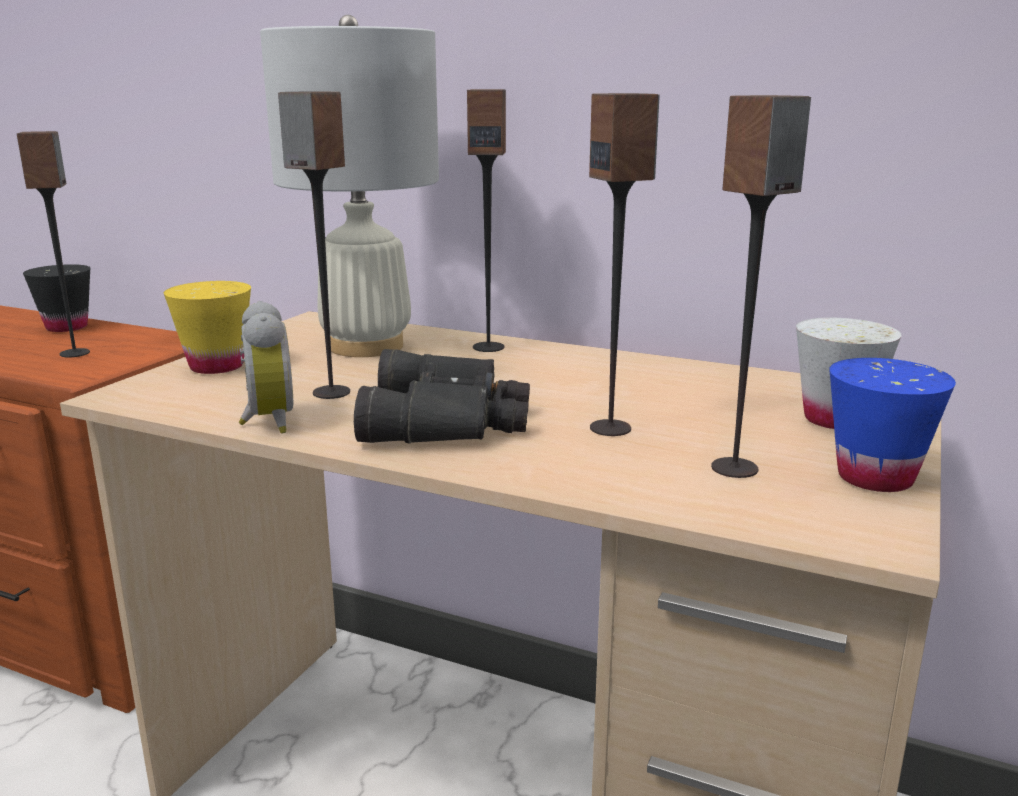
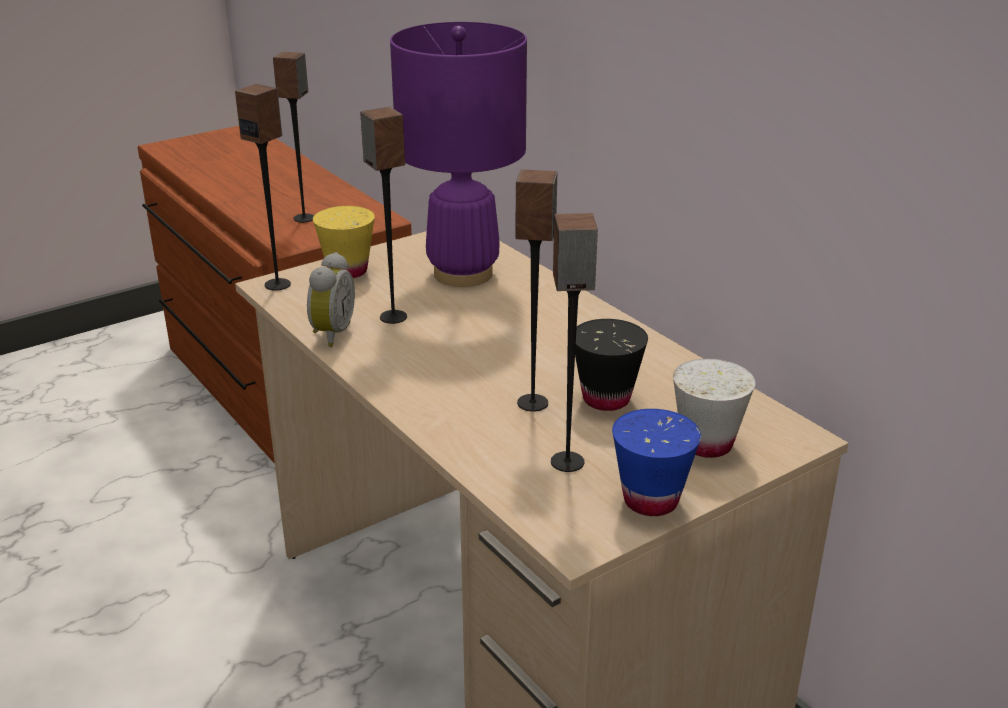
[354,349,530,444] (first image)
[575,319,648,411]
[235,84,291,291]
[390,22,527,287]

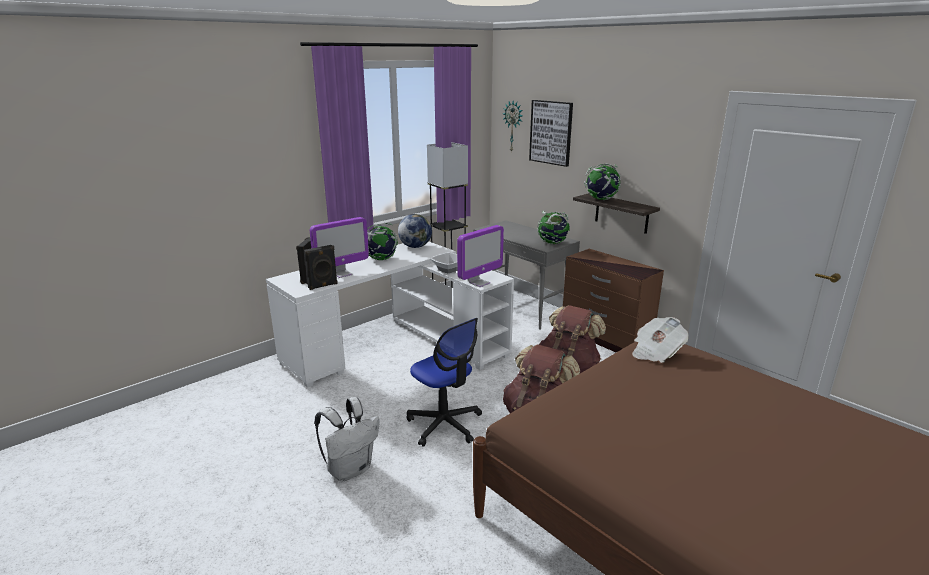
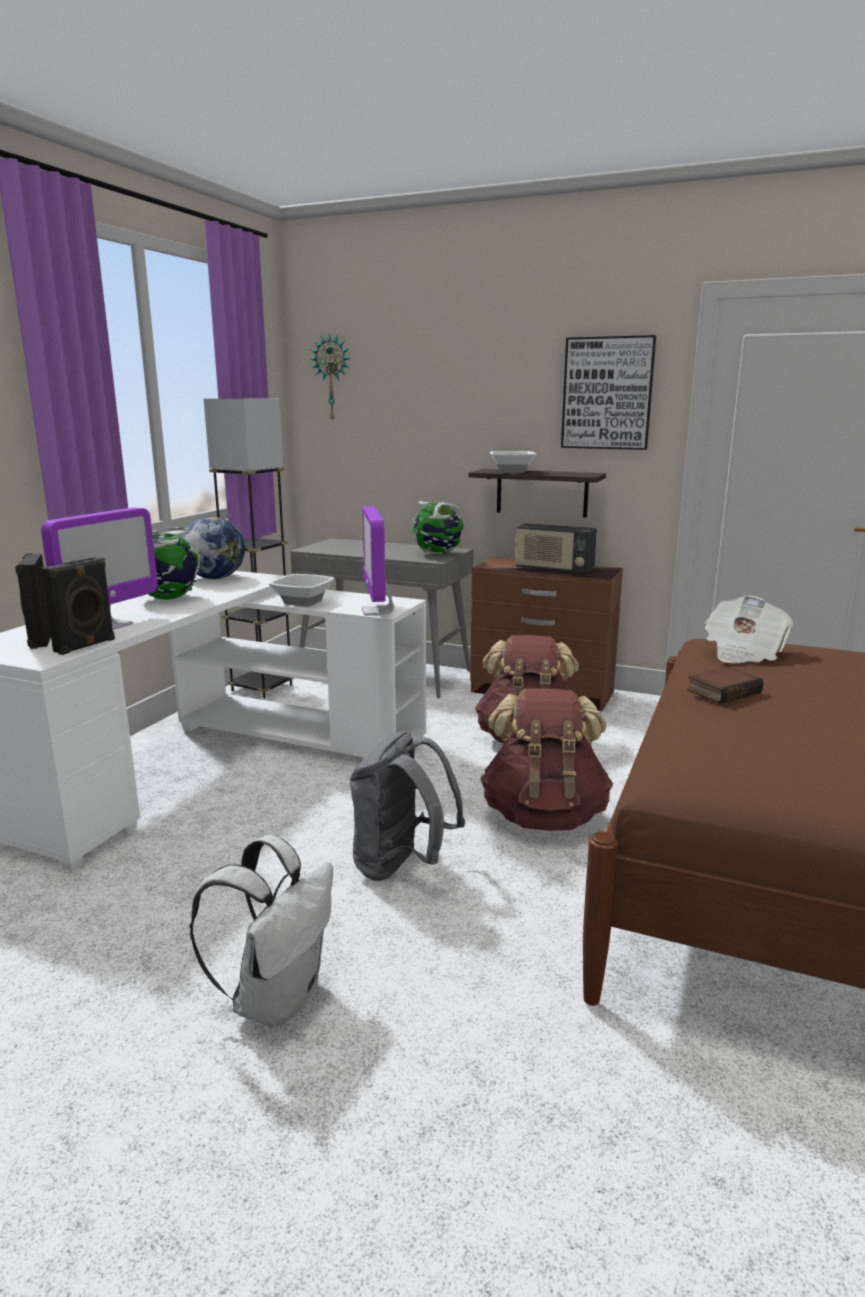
[515,523,597,574]
[687,667,763,704]
[561,335,656,450]
[350,731,465,881]
[490,451,536,473]
[362,506,394,615]

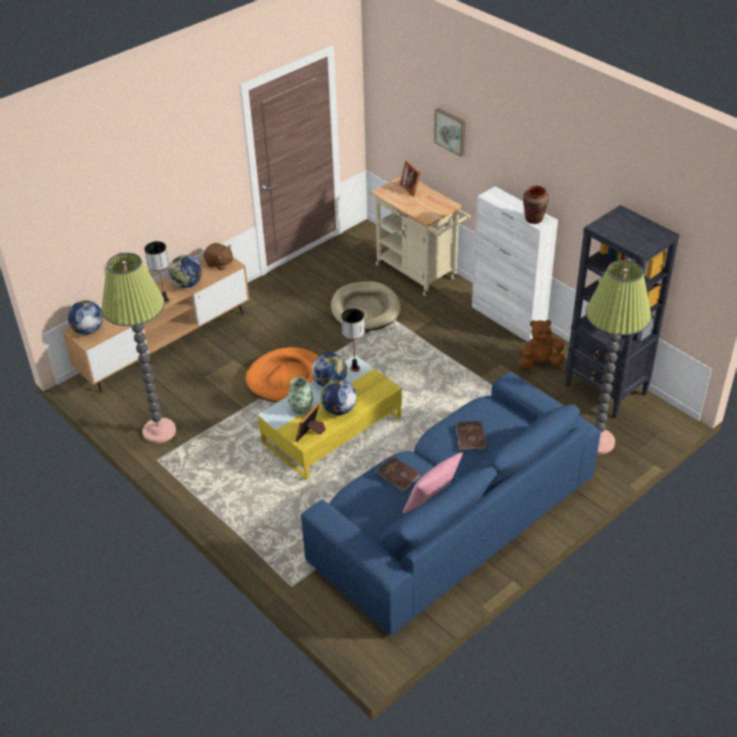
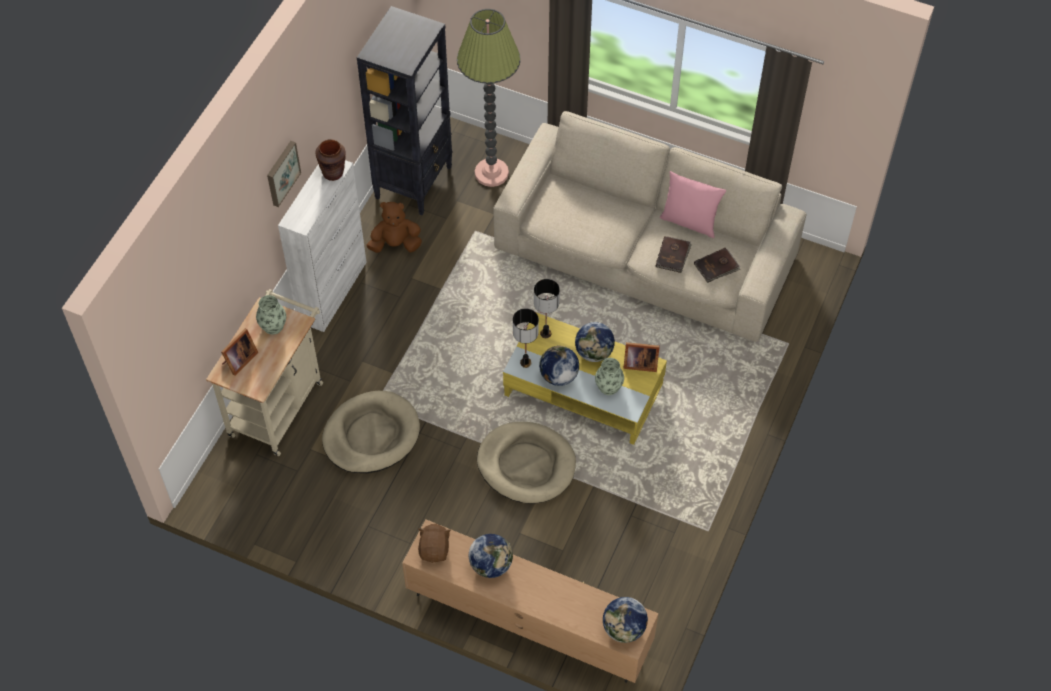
[101,253,176,443] (first image)
[256,295,286,335]
[534,279,560,338]
[267,141,301,207]
[694,248,740,283]
[477,422,576,503]
[493,111,807,342]
[367,202,422,253]

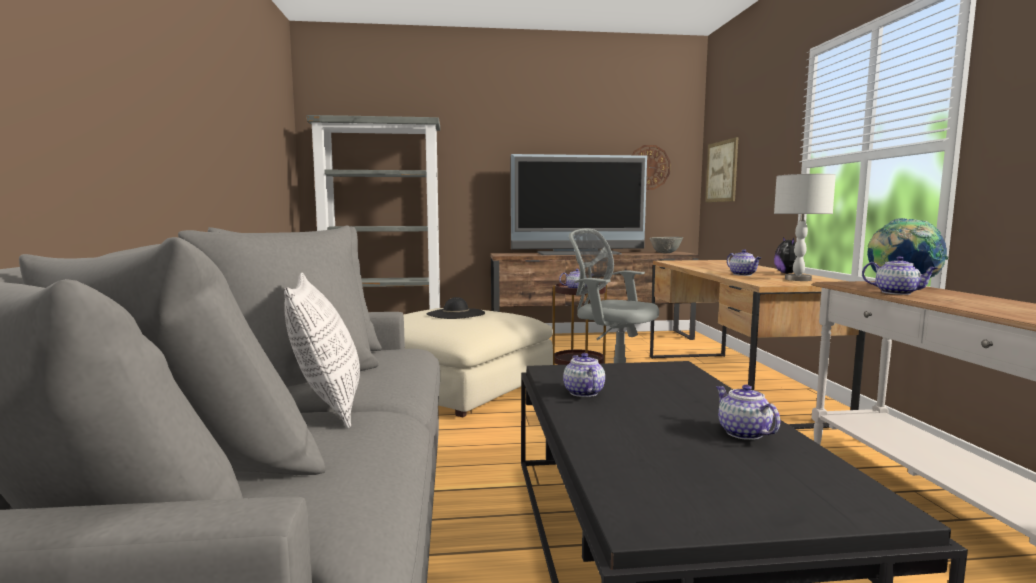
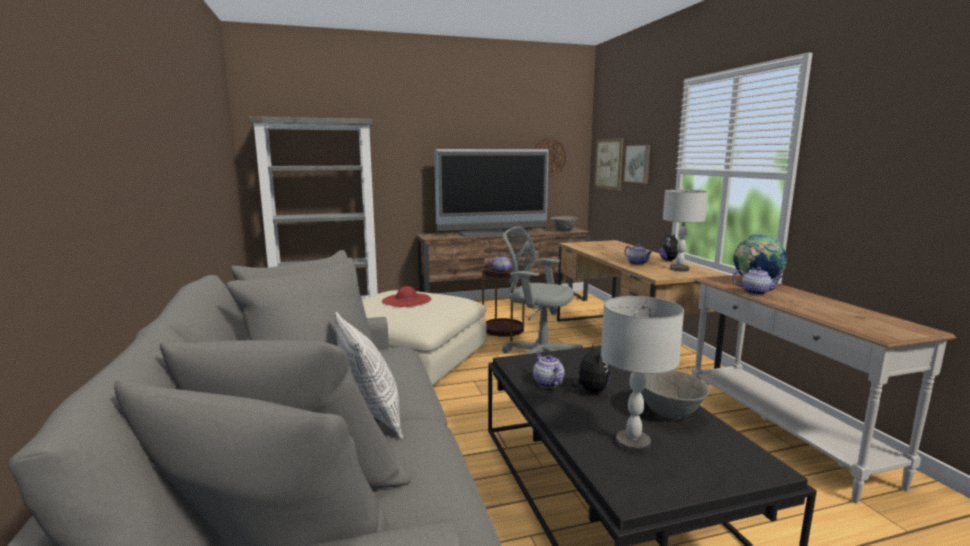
[571,345,610,393]
[601,296,684,453]
[623,144,651,184]
[641,370,709,419]
[382,286,431,307]

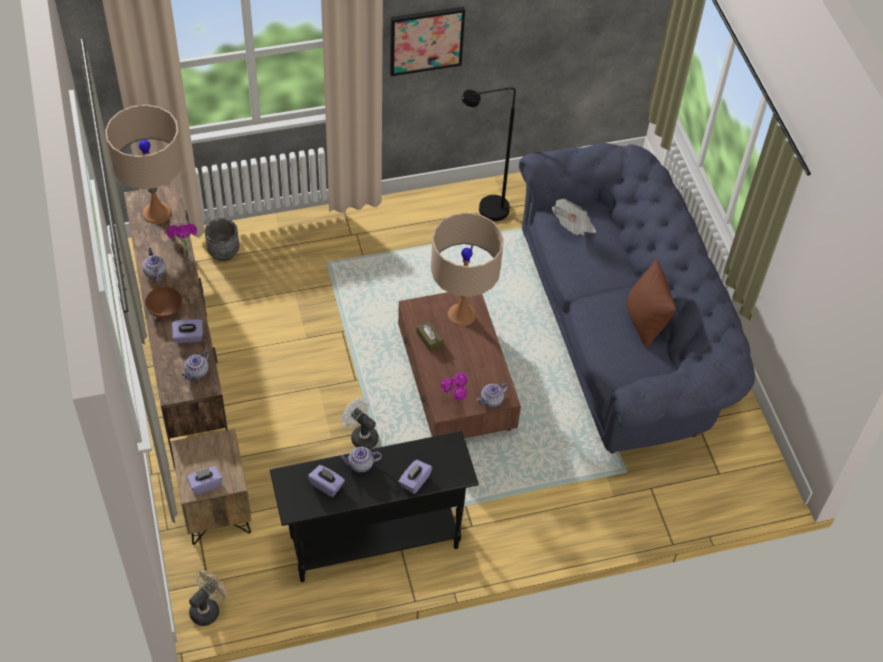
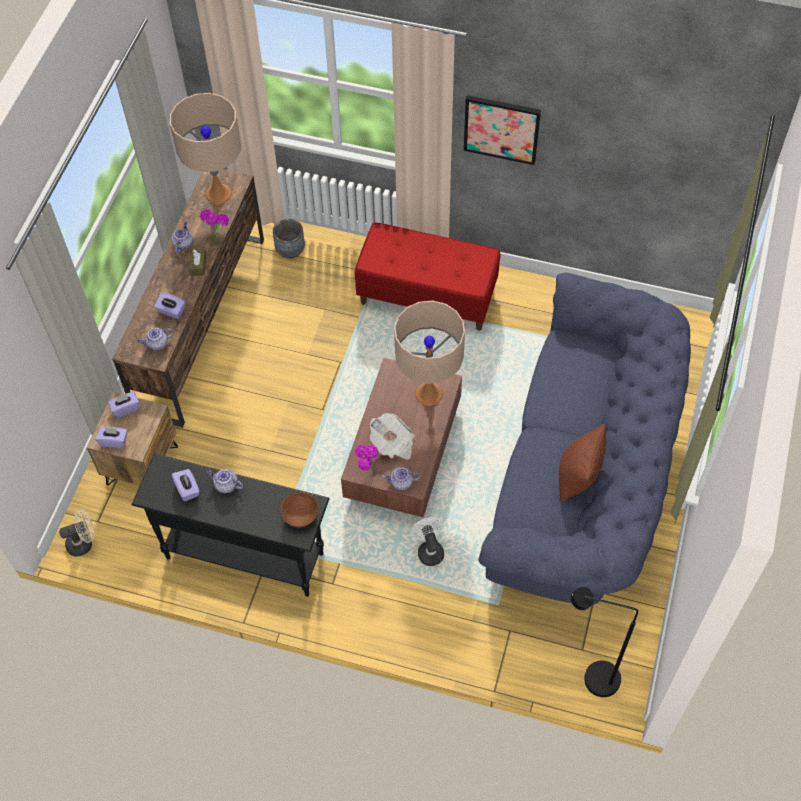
[355,223,500,330]
[281,492,319,528]
[410,517,444,566]
[108,392,139,418]
[189,248,207,276]
[571,587,638,697]
[370,413,414,460]

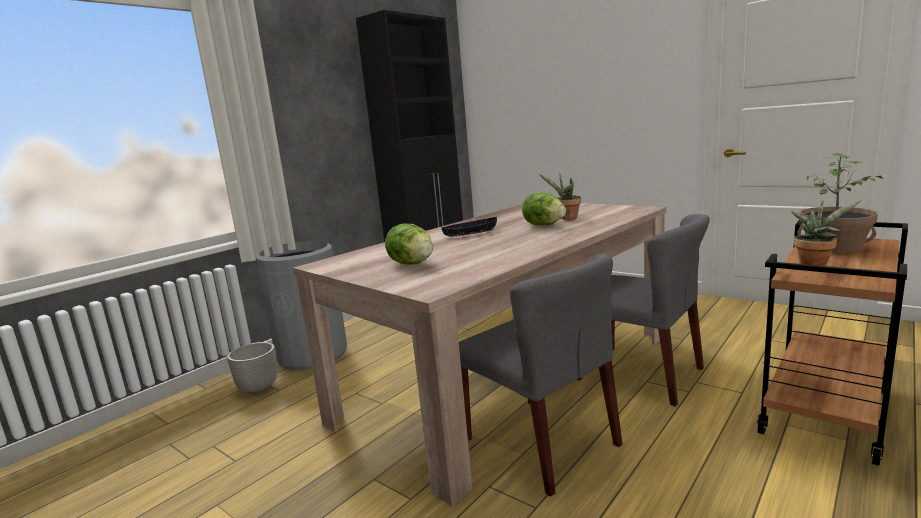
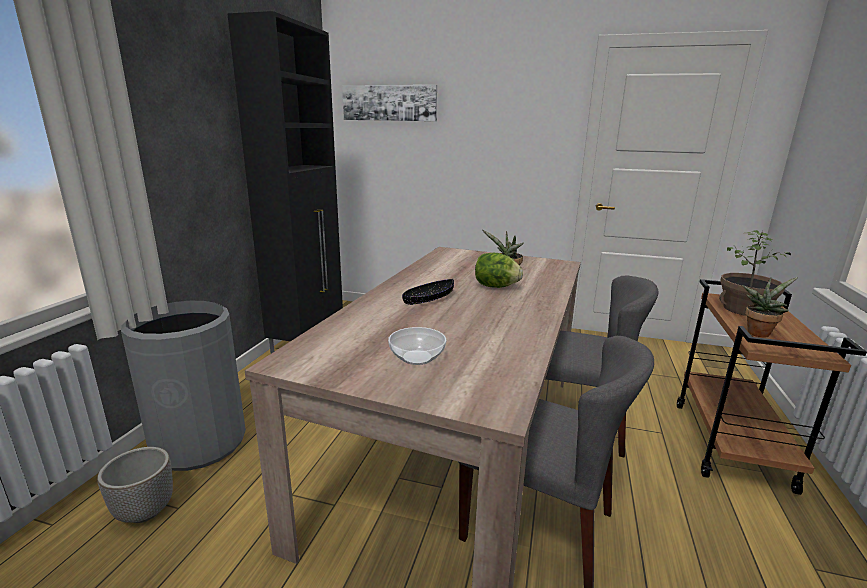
[342,85,437,121]
[388,327,446,365]

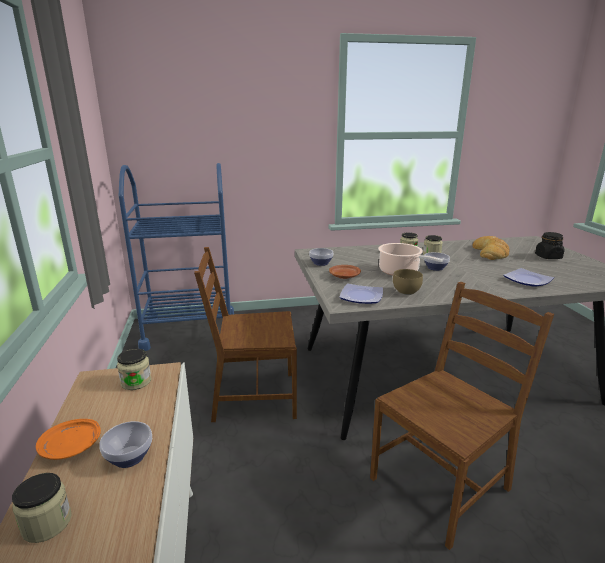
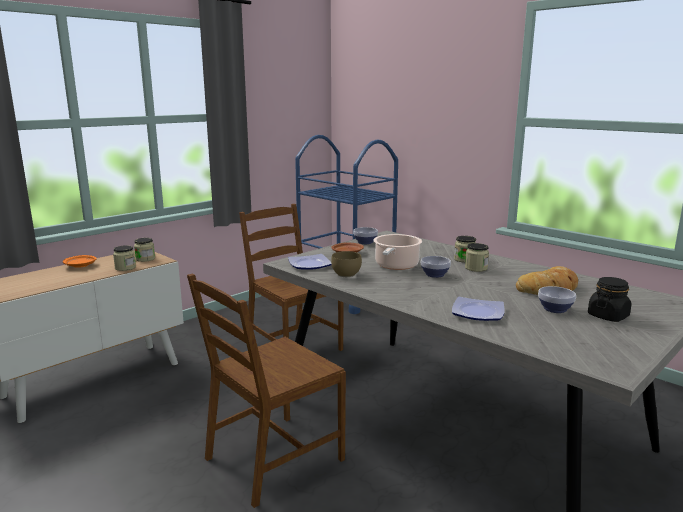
[113,245,136,271]
[538,286,576,313]
[187,274,346,508]

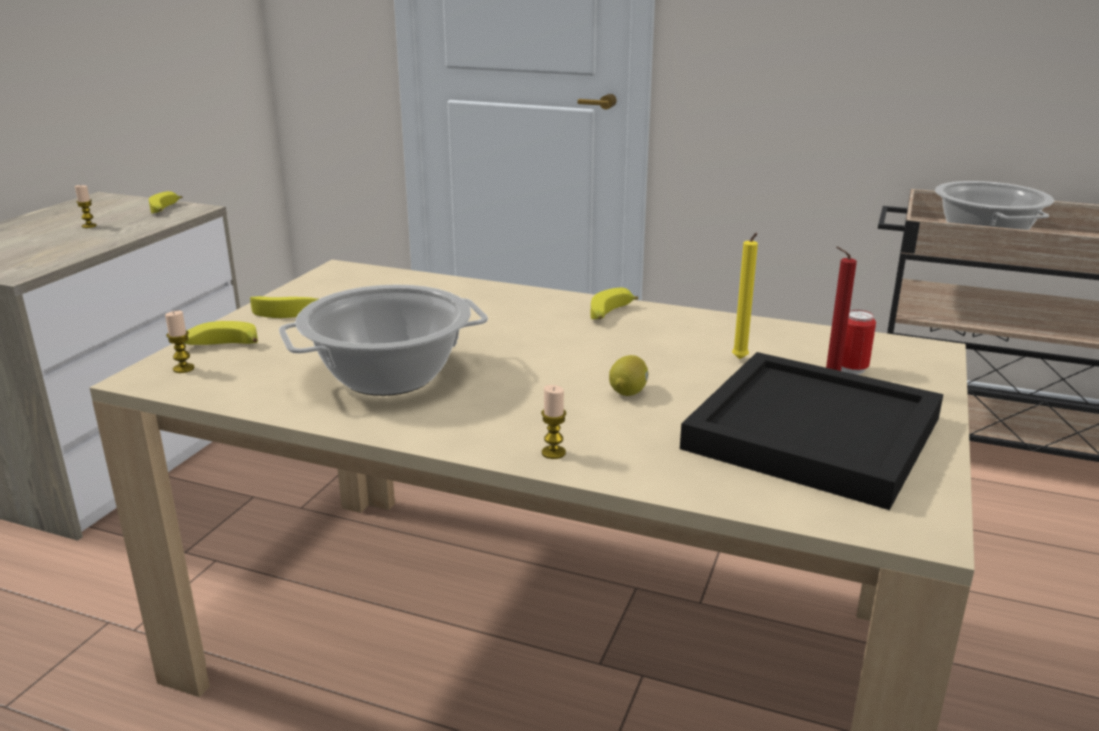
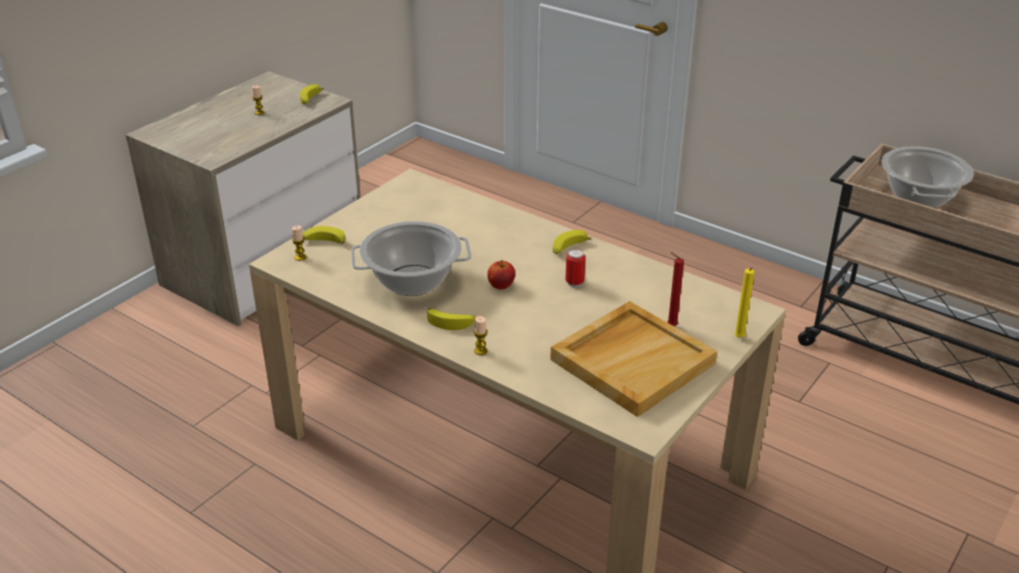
[609,355,648,396] (first image)
[487,260,515,290]
[427,308,476,330]
[734,268,754,338]
[566,249,586,287]
[550,301,717,417]

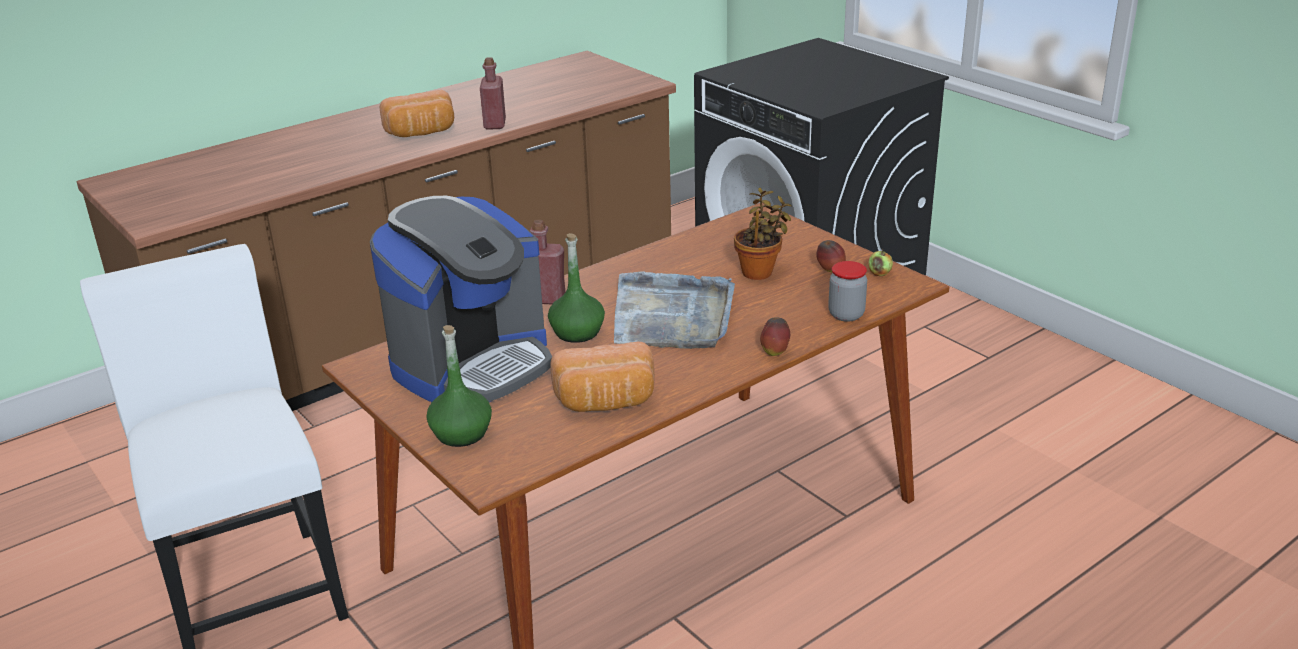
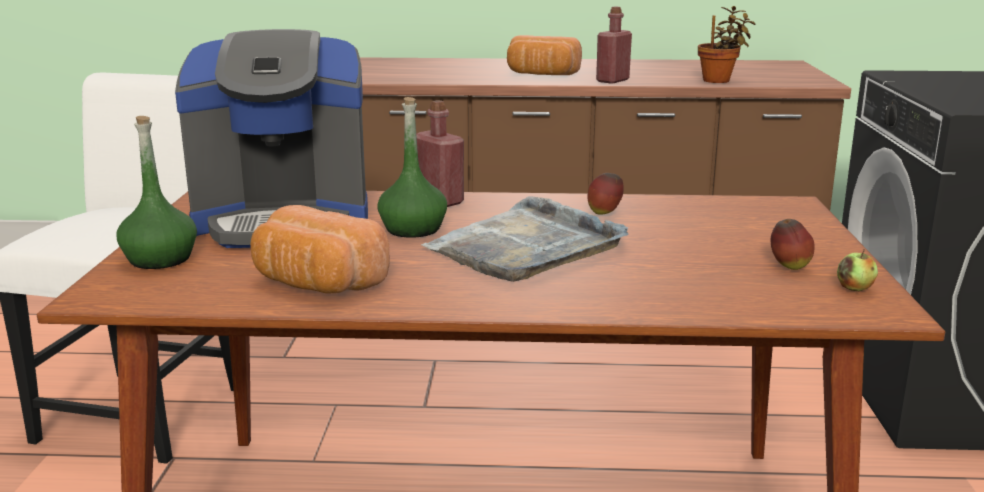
[828,261,867,322] (first image)
[698,6,755,83]
[587,173,624,215]

